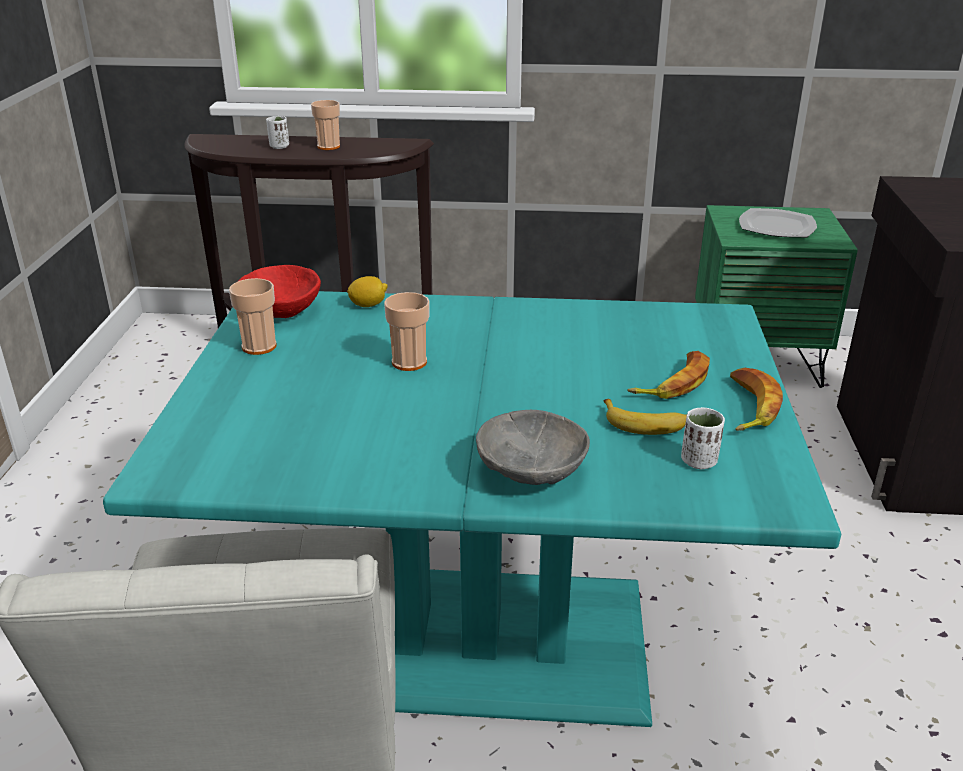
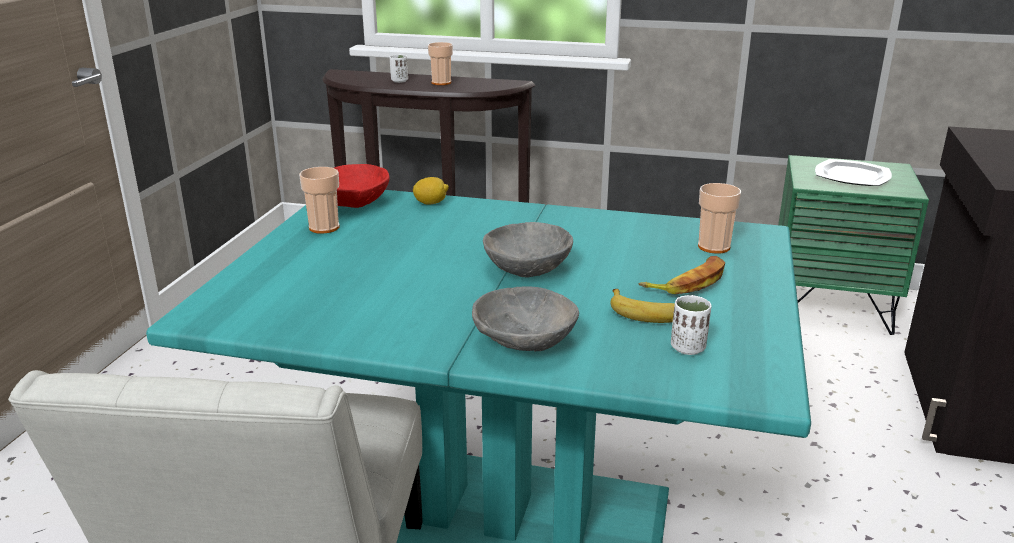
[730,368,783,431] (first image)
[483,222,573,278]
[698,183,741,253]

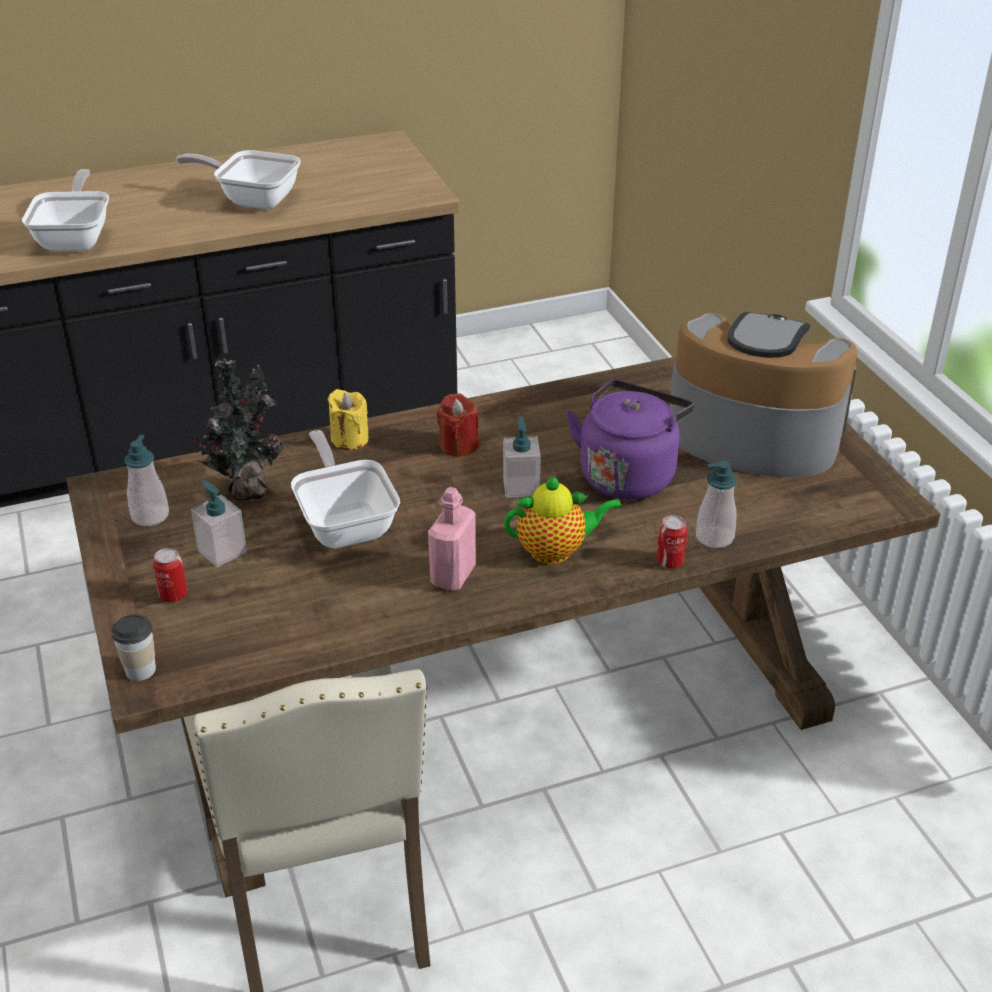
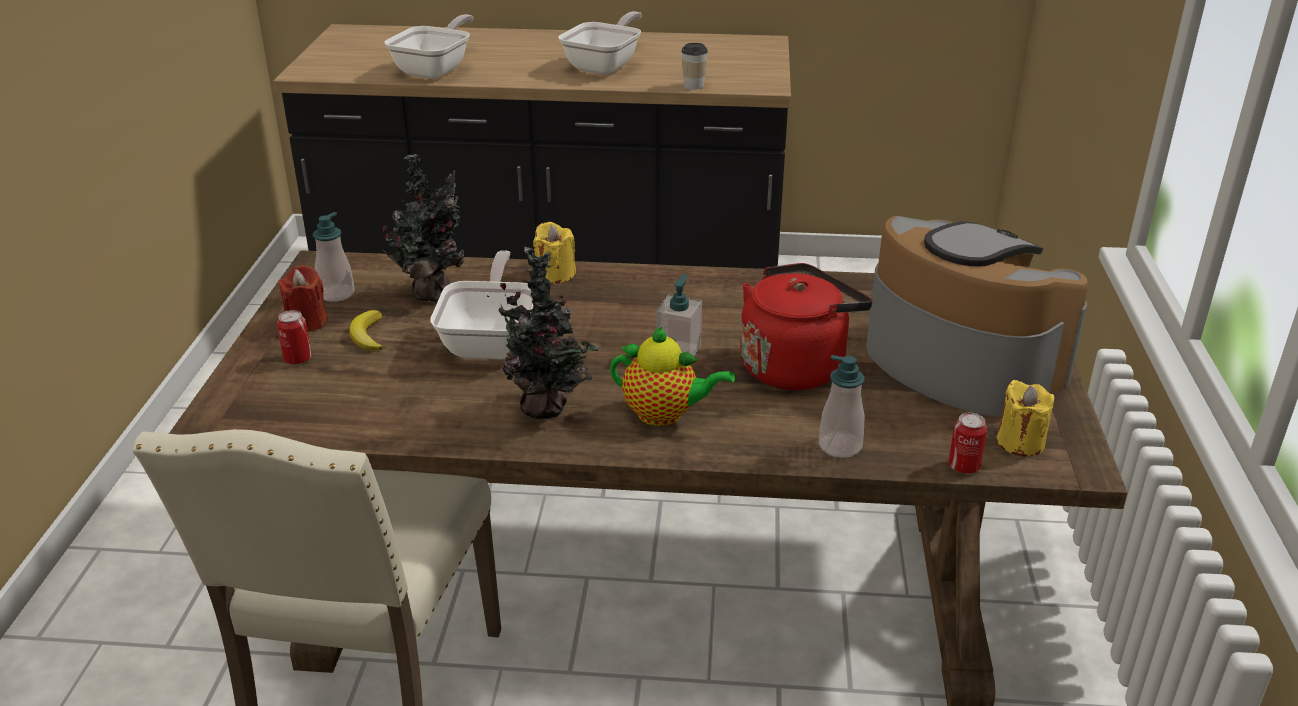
[997,380,1054,456]
[682,43,708,90]
[278,265,328,332]
[948,413,987,474]
[349,310,384,350]
[487,247,599,419]
[740,263,872,390]
[558,11,642,75]

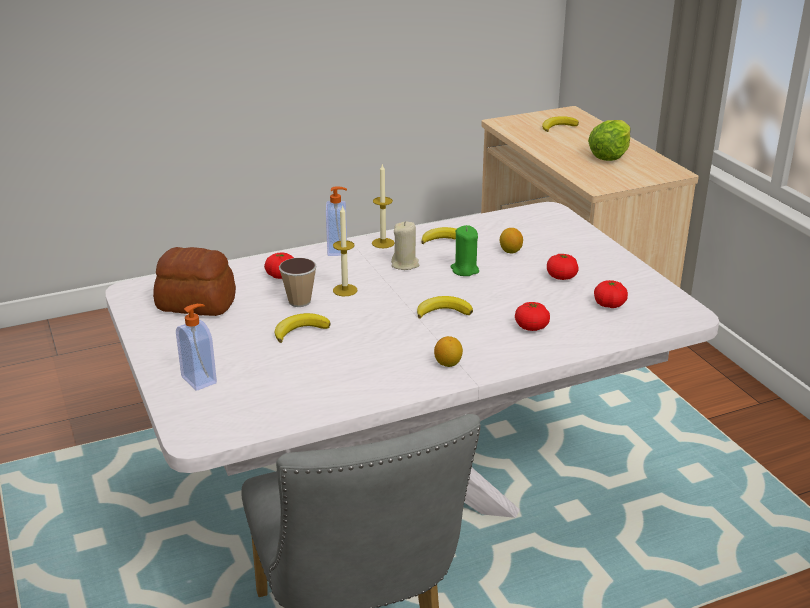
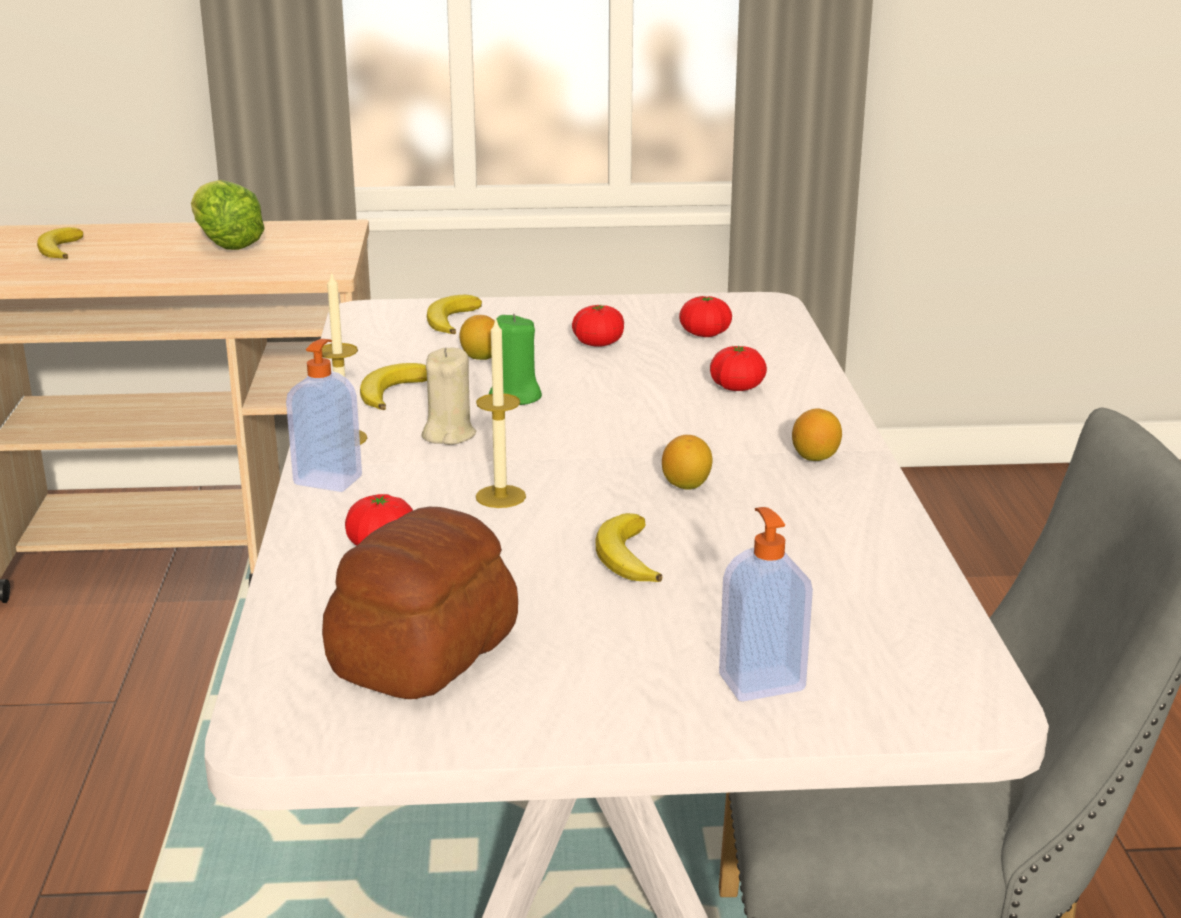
[279,258,317,307] (first image)
[662,435,712,490]
[427,295,482,334]

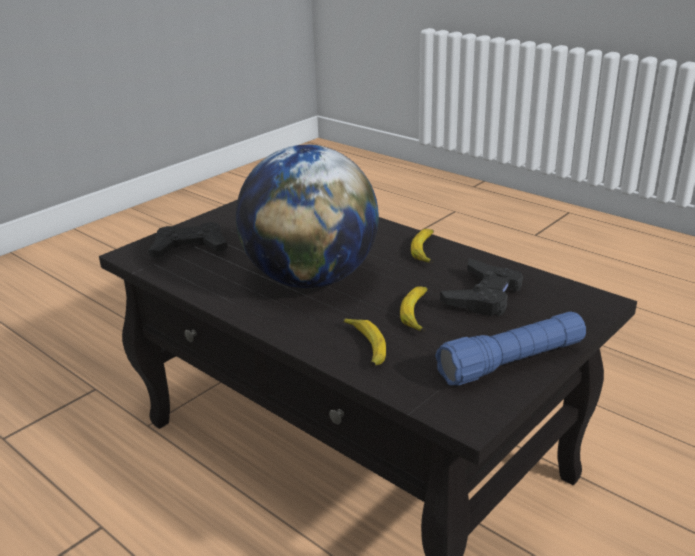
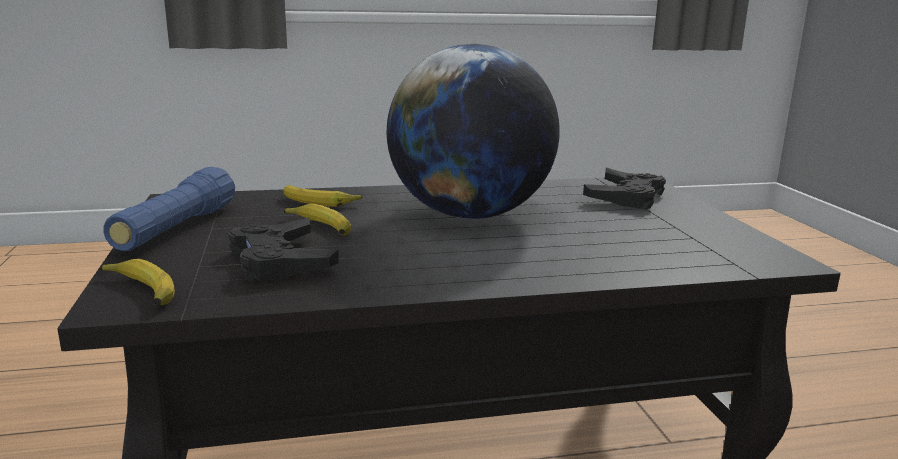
[100,259,175,305]

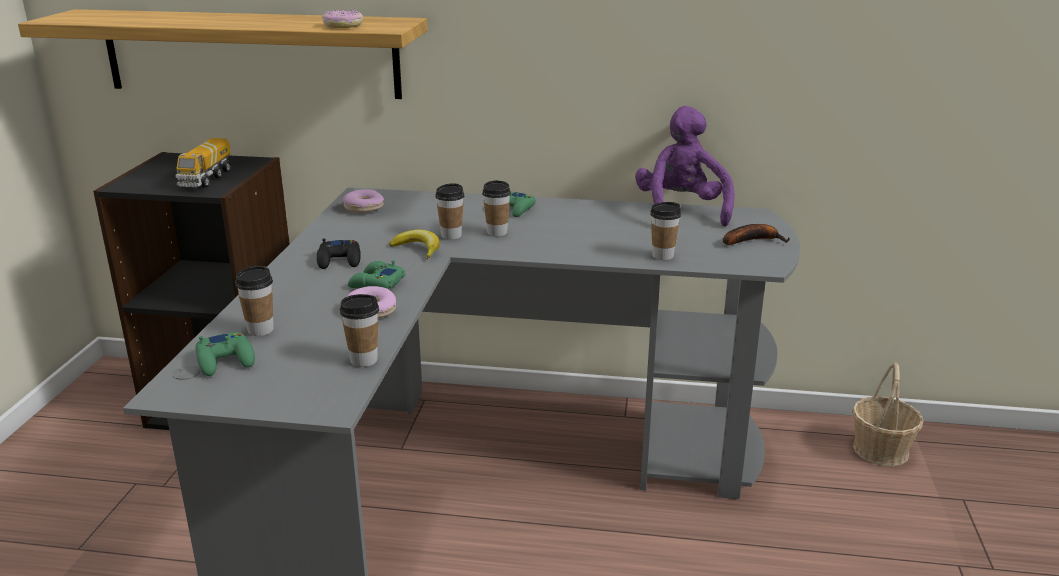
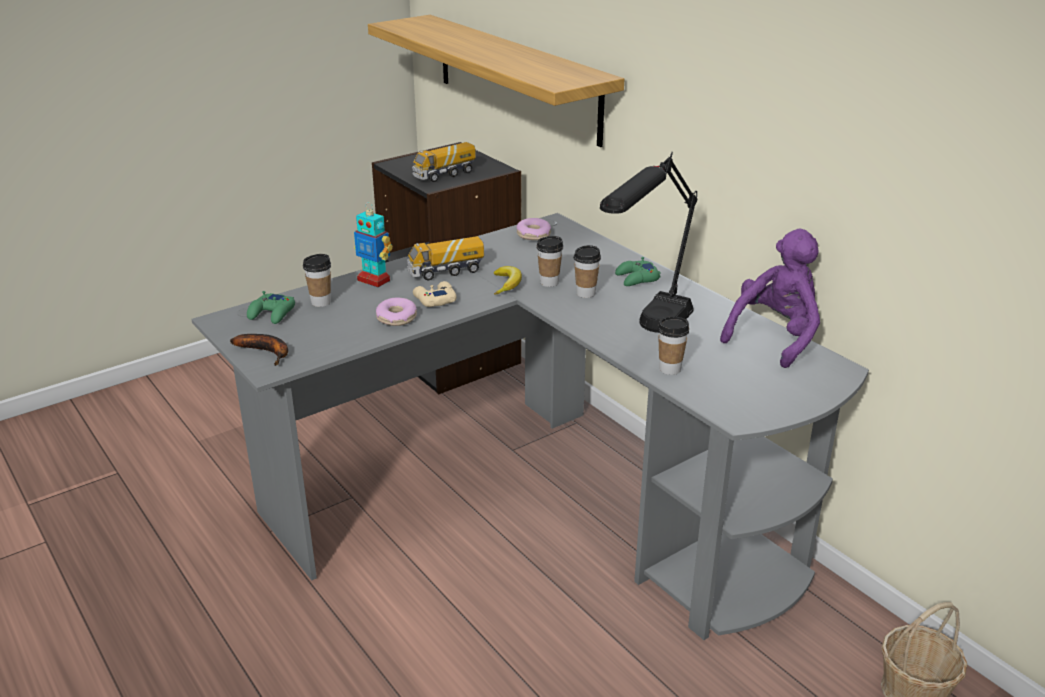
[322,10,363,28] (first image)
[340,294,379,367] (first image)
[354,202,393,287]
[600,152,697,333]
[230,334,288,366]
[407,236,484,280]
[413,281,457,307]

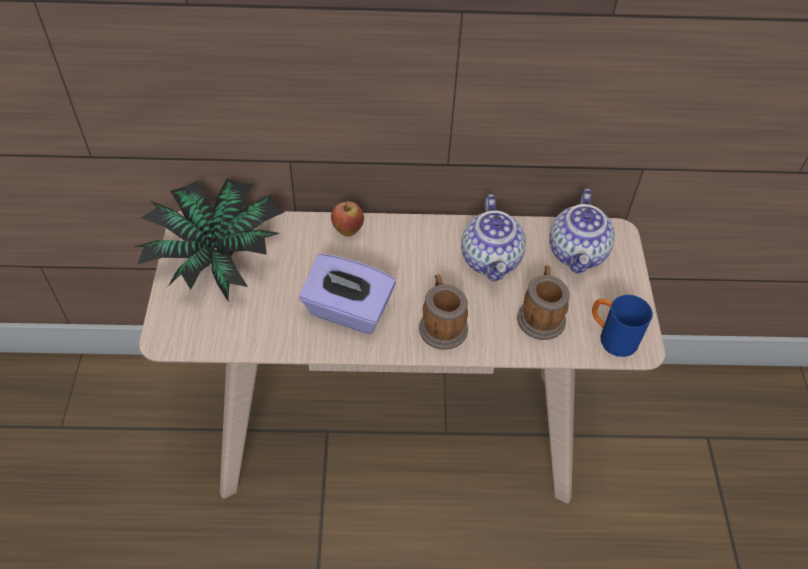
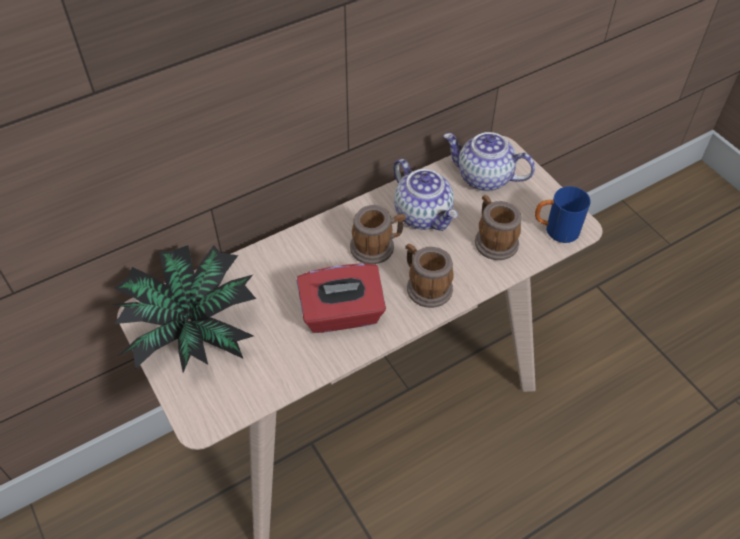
[331,200,364,237] (first image)
[350,205,406,264]
[297,263,386,333]
[444,132,535,191]

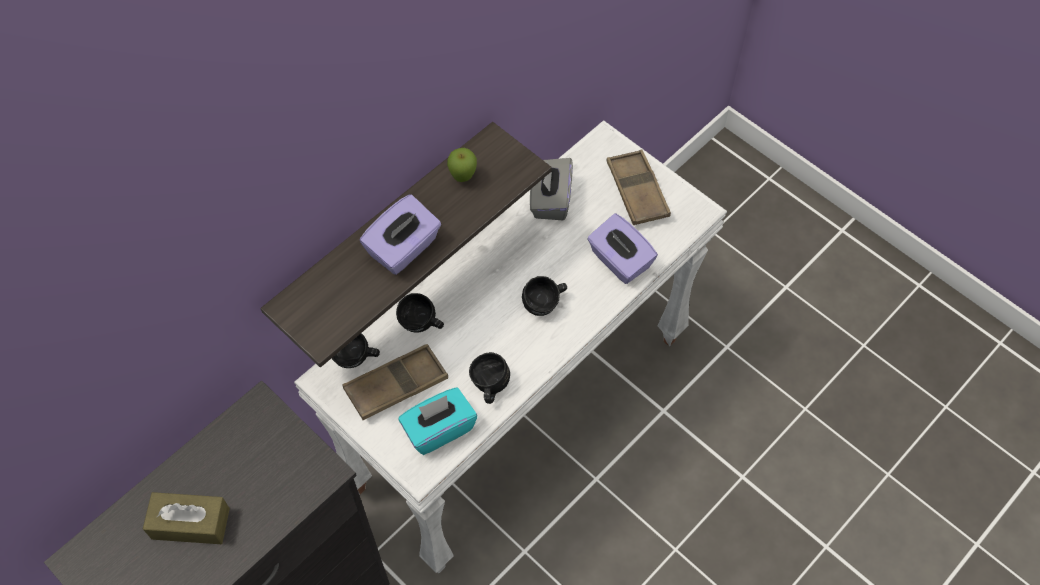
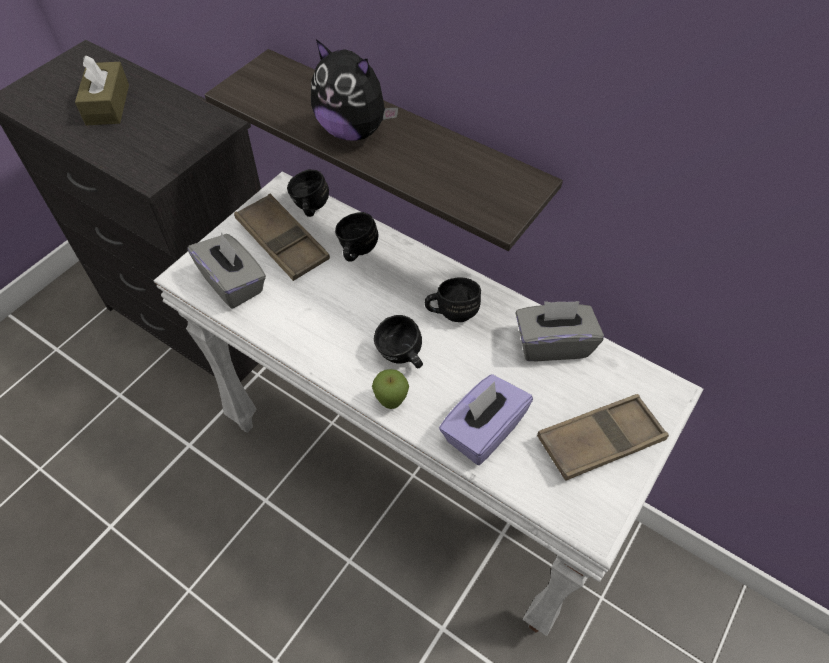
[372,369,409,409]
[425,277,481,322]
[311,39,399,141]
[188,232,266,309]

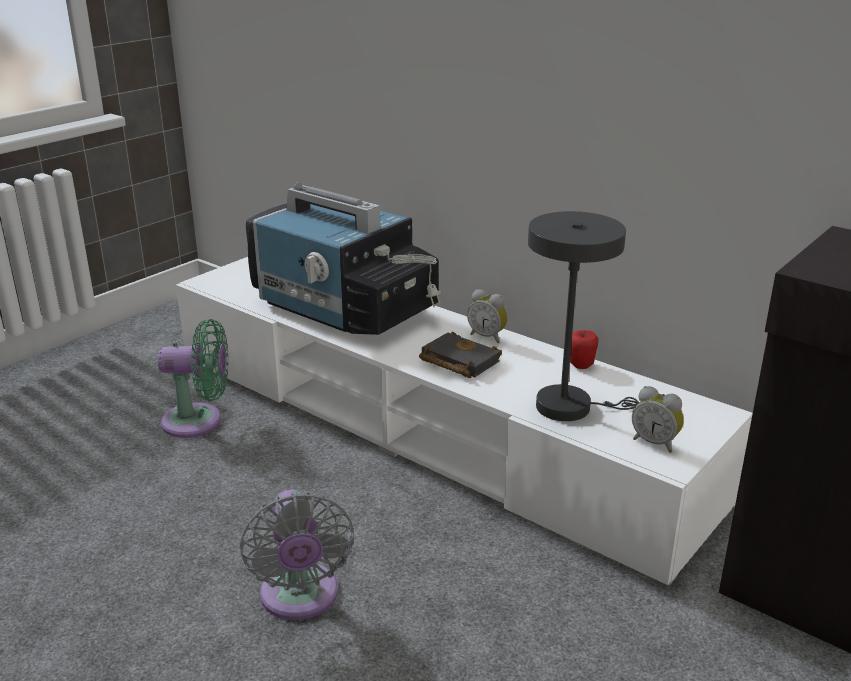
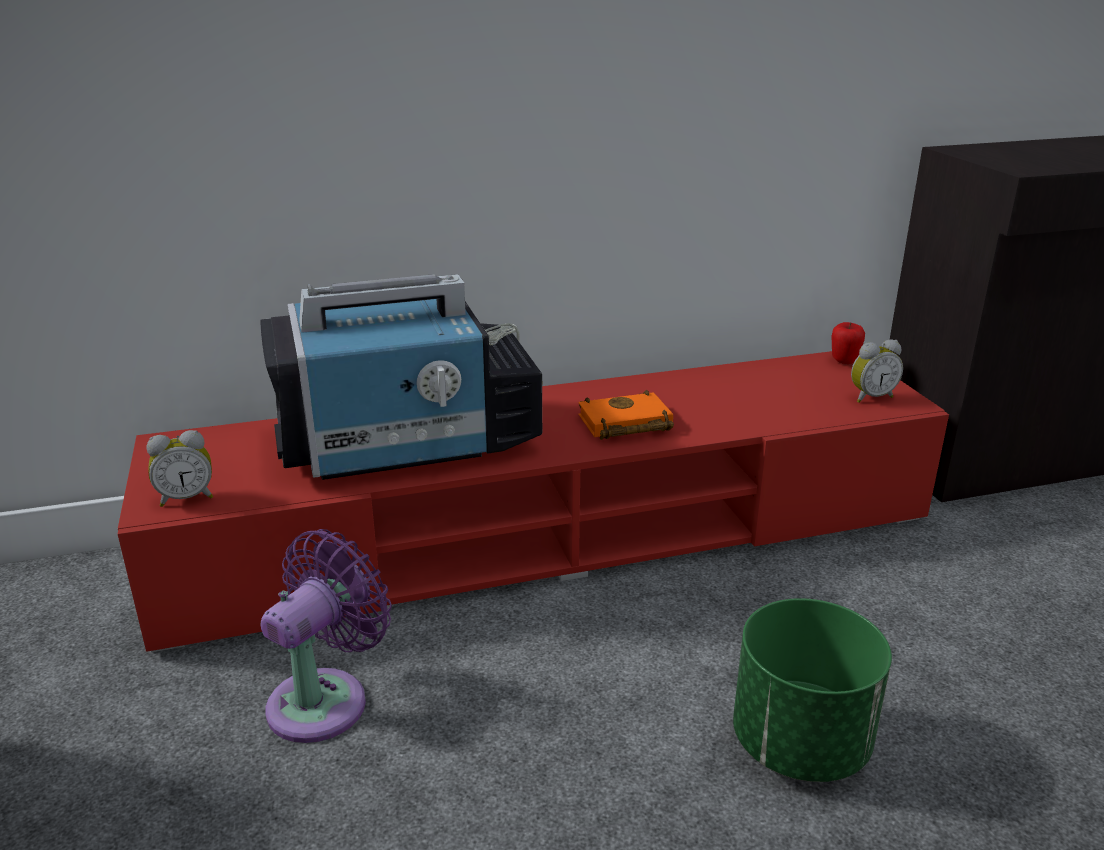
[528,211,639,421] (first image)
[146,430,213,507]
[831,322,865,364]
[733,598,892,782]
[261,529,392,743]
[118,351,949,652]
[578,390,674,440]

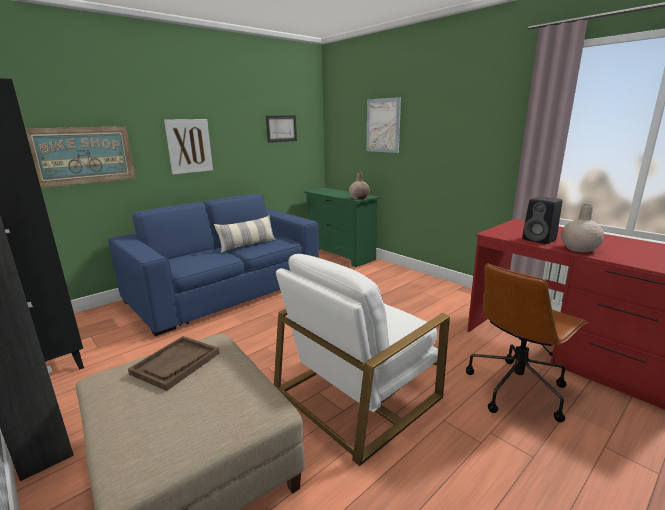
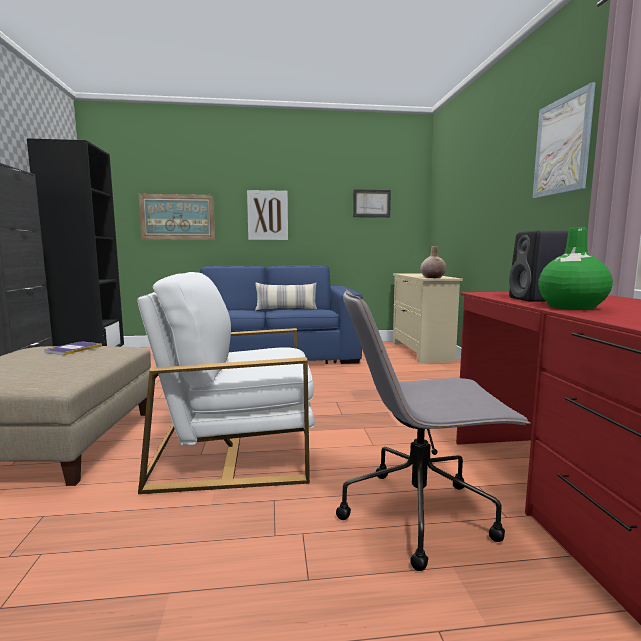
[533,82,596,198]
[44,342,102,355]
[393,273,463,363]
[336,290,530,571]
[538,227,613,310]

